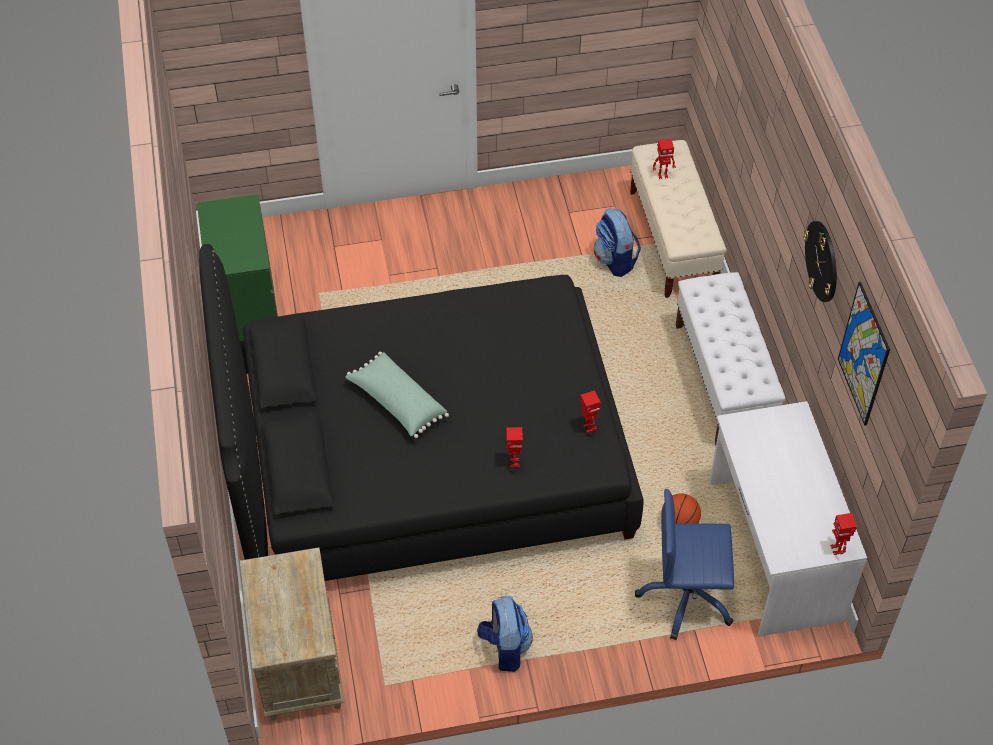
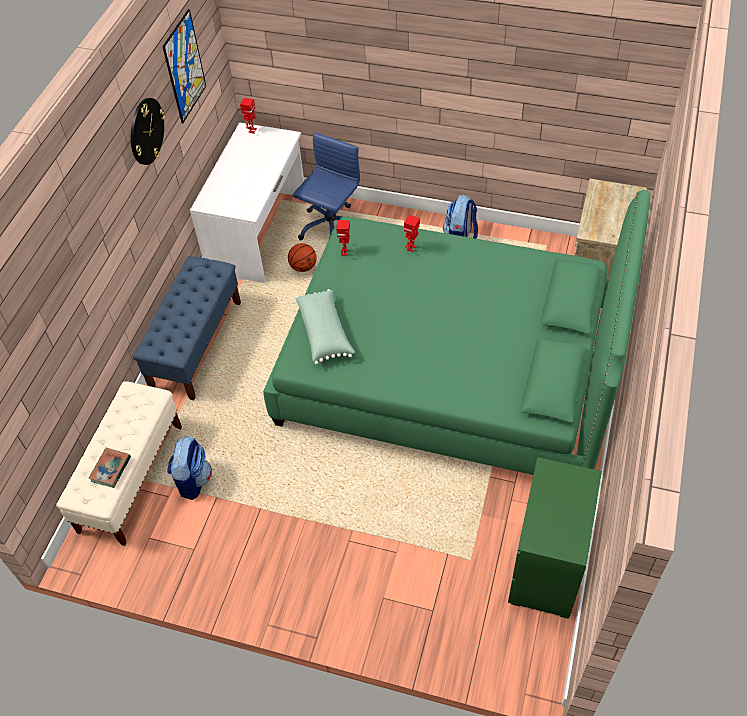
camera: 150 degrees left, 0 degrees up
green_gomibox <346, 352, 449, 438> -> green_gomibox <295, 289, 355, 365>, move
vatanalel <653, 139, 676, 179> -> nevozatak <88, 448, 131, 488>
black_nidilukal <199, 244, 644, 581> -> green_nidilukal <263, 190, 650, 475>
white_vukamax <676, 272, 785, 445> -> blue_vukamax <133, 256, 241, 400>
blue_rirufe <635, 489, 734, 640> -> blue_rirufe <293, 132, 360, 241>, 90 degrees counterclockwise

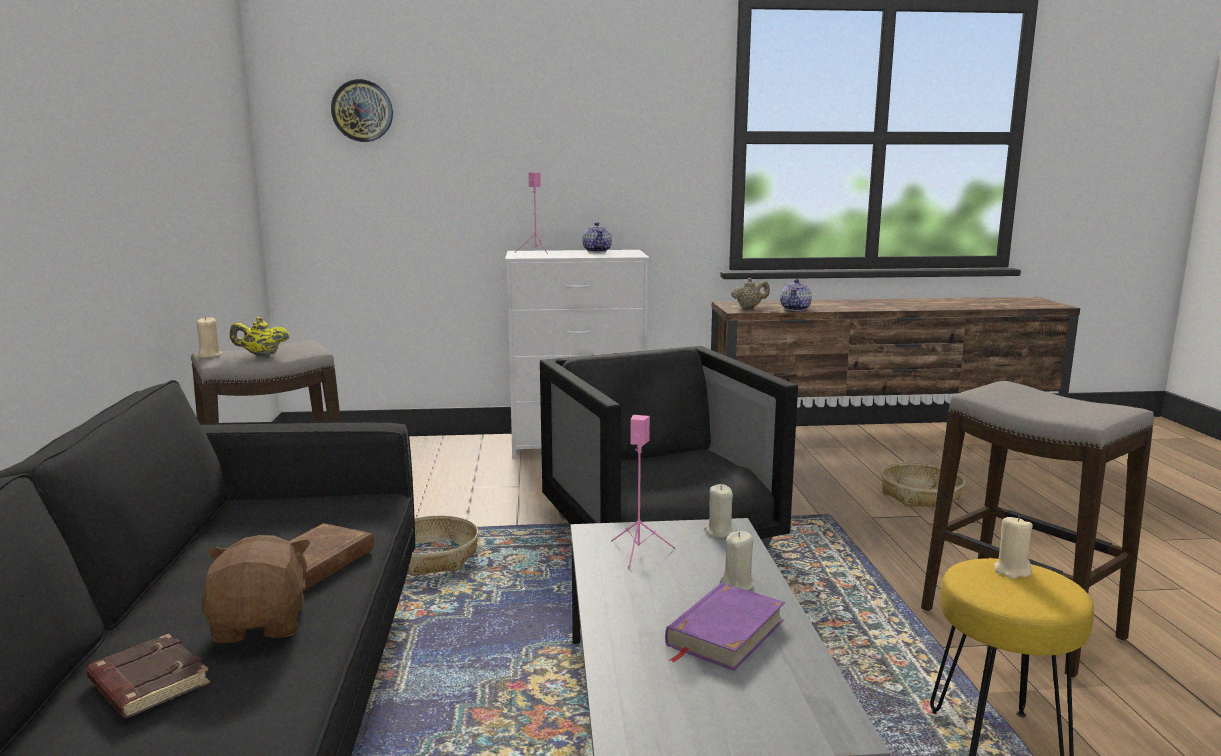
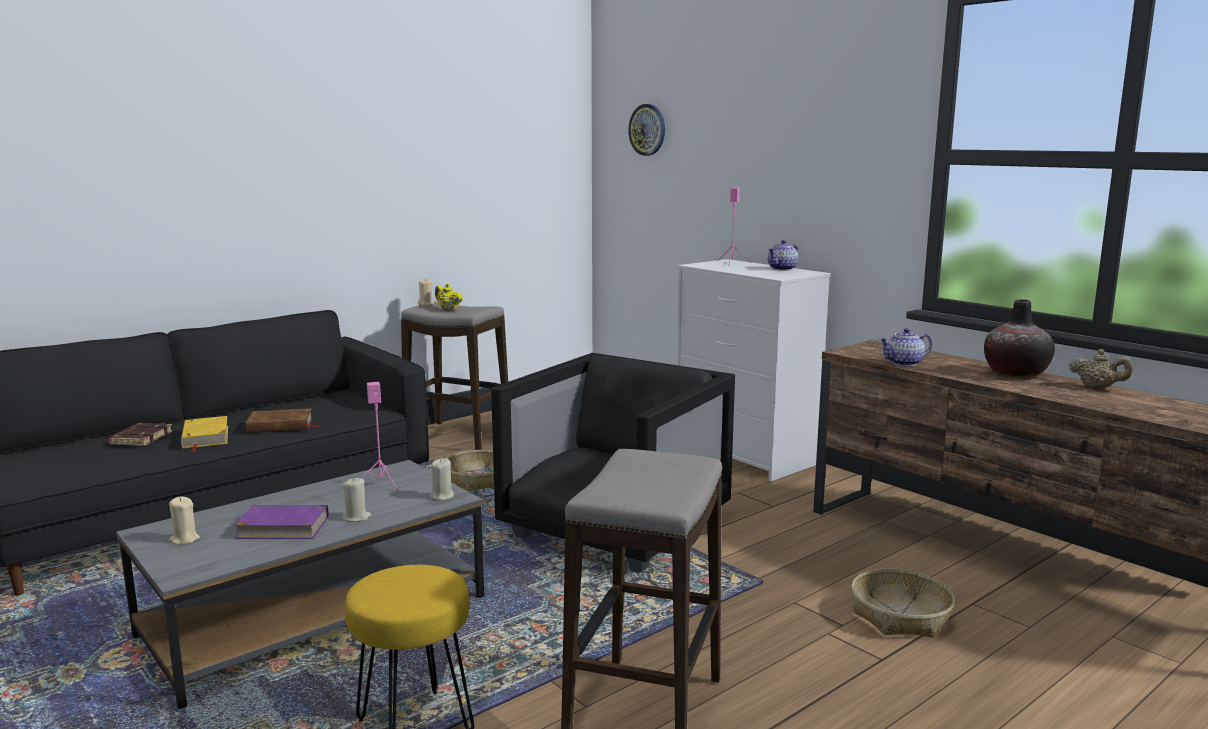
camera: 55 degrees right, 0 degrees up
none -> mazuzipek <984, 299, 1055, 378>
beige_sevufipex <731, 278, 770, 308> -> beige_sevufipex <1069, 349, 1133, 389>, move
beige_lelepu <994, 516, 1033, 579> -> beige_lelepu <169, 496, 200, 545>, move
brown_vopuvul <201, 535, 310, 644> -> yellow_nevozatak <181, 416, 228, 451>

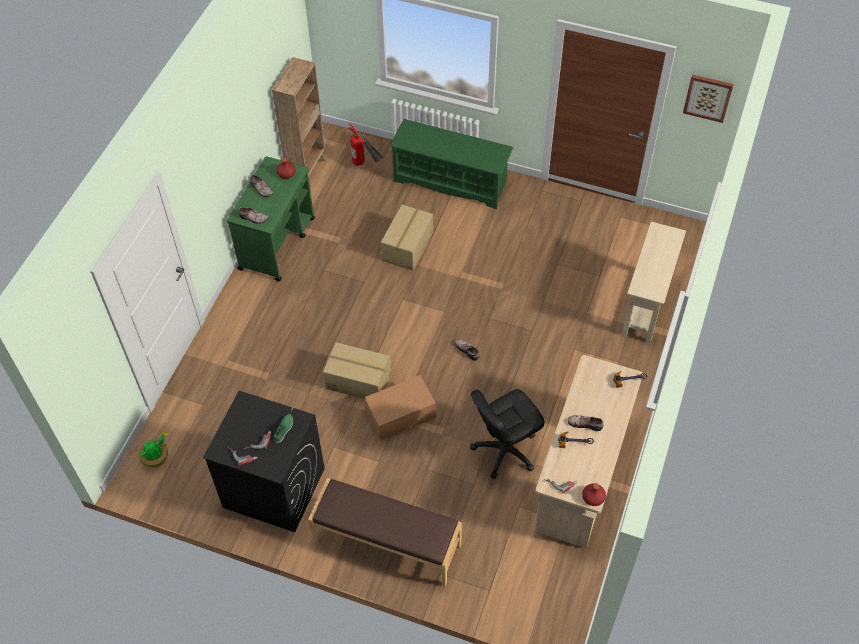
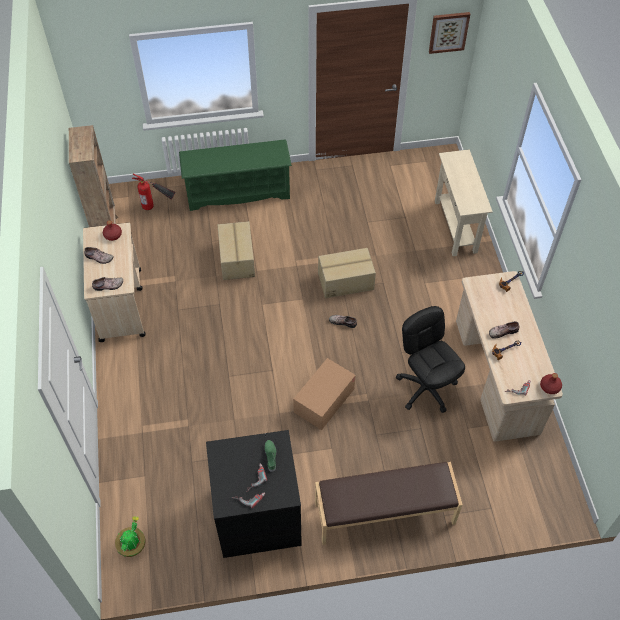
camera: 30 degrees left, 0 degrees up
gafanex <323, 342, 391, 399> -> gafanex <318, 248, 376, 298>, move
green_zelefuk <227, 156, 315, 281> -> beige_zelefuk <83, 223, 146, 342>
black_rirufe <470, 389, 544, 479> -> black_rirufe <396, 306, 465, 413>, 120 degrees clockwise

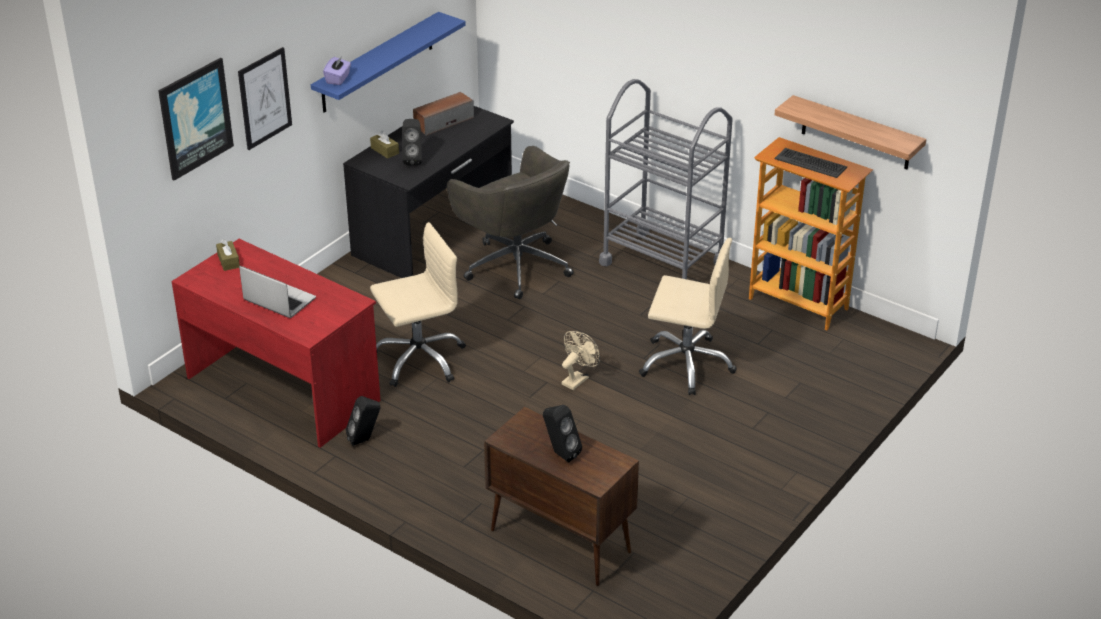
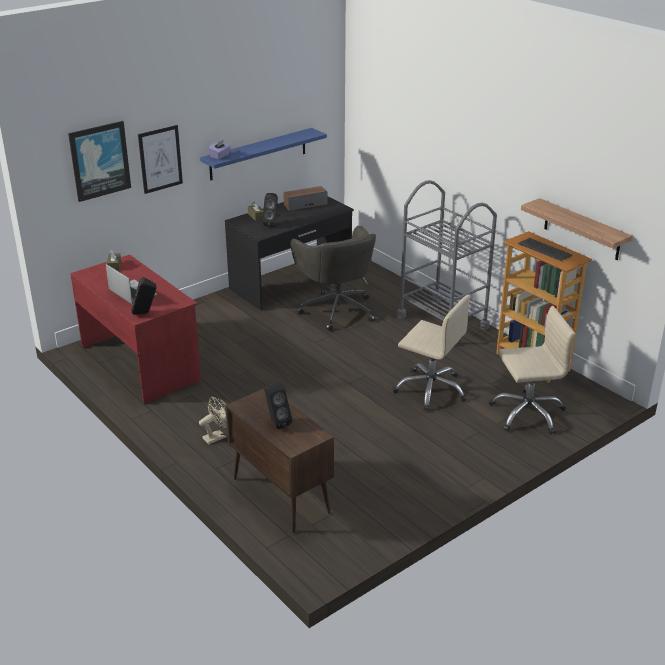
camera: 15 degrees right, 5 degrees down
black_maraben <346, 396, 380, 446> -> black_maraben <131, 277, 157, 315>, move
beige_rirufe <370, 222, 466, 387> -> beige_rirufe <489, 306, 575, 434>, move
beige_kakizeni <562, 331, 600, 390> -> beige_kakizeni <199, 397, 227, 445>, move

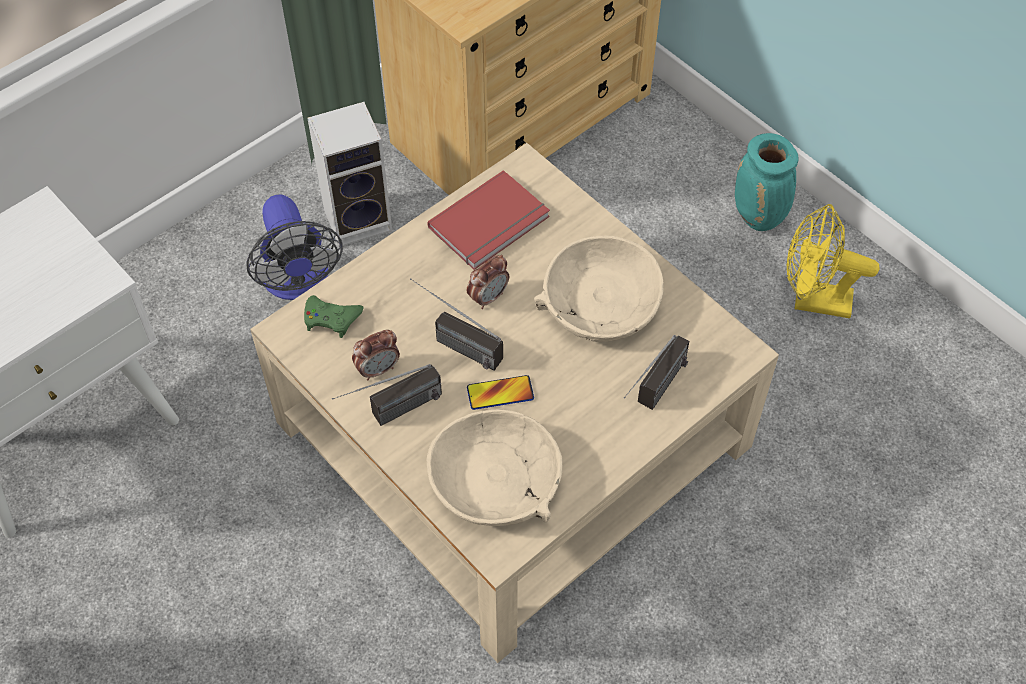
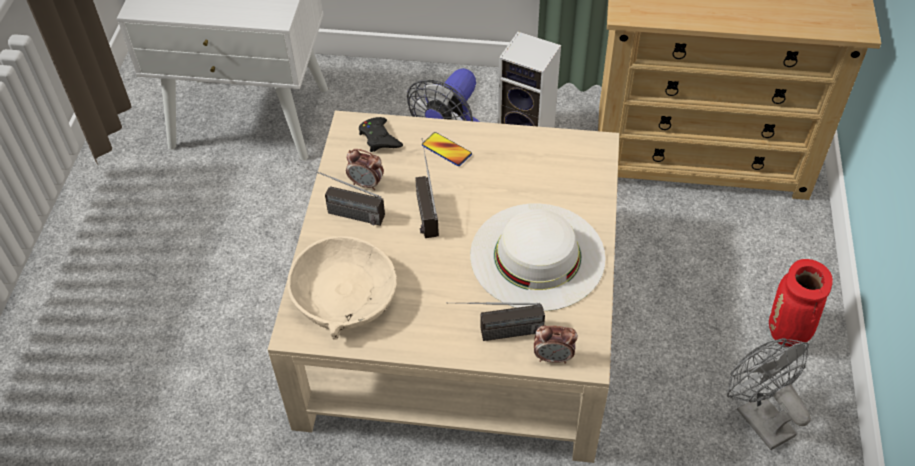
camera: 50 degrees right, 5 degrees down
red_nevozatak <427, 170, 550, 270> -> none
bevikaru <467, 255, 509, 309> -> bevikaru <534, 326, 578, 364>, move
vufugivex <467, 375, 534, 410> -> vufugivex <422, 132, 472, 166>, move
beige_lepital <534, 235, 664, 342> -> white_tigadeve <470, 203, 606, 311>
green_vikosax <304, 295, 363, 338> -> black_vikosax <359, 117, 403, 152>
turquoise_mazuzipek <735, 133, 799, 231> -> red_mazuzipek <769, 259, 833, 347>
yellow_kakizeni <787, 204, 880, 318> -> grey_kakizeni <727, 338, 811, 450>

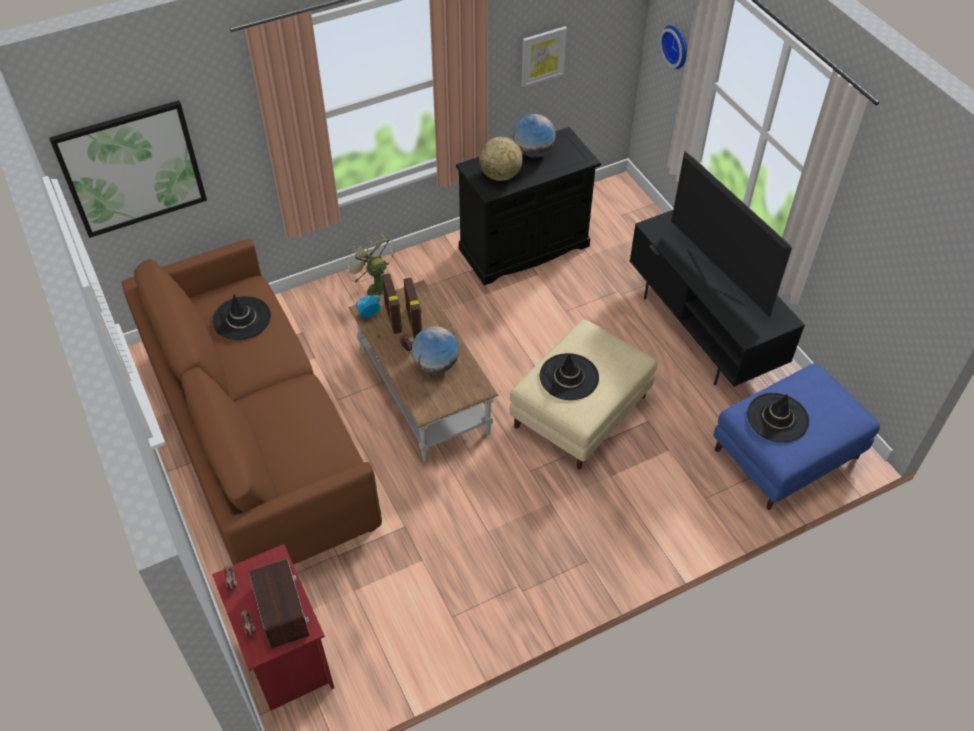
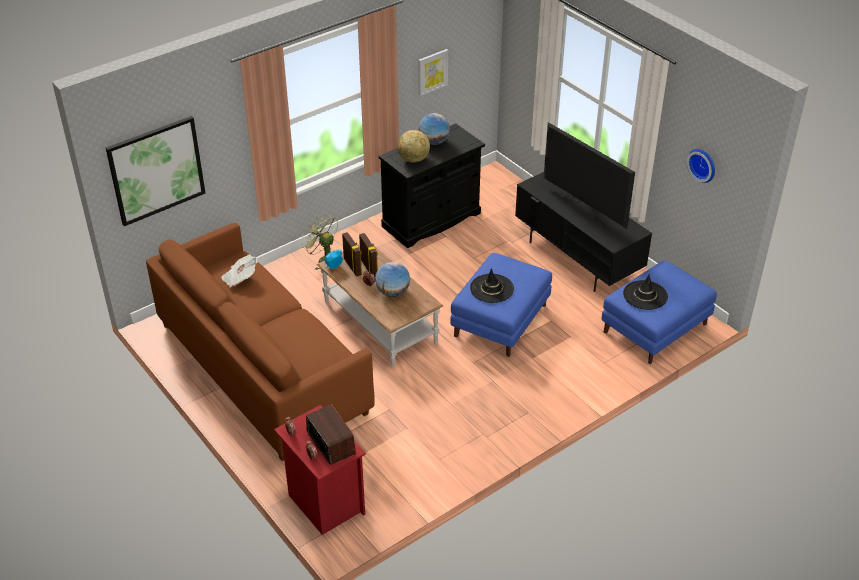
camera: 10 degrees left, 10 degrees down
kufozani <659, 25, 687, 69> -> kufozani <687, 149, 715, 183>, move
black_tigadeve <212, 294, 271, 340> -> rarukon <221, 255, 258, 287>
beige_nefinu <510, 320, 657, 470> -> blue_nefinu <450, 253, 552, 357>

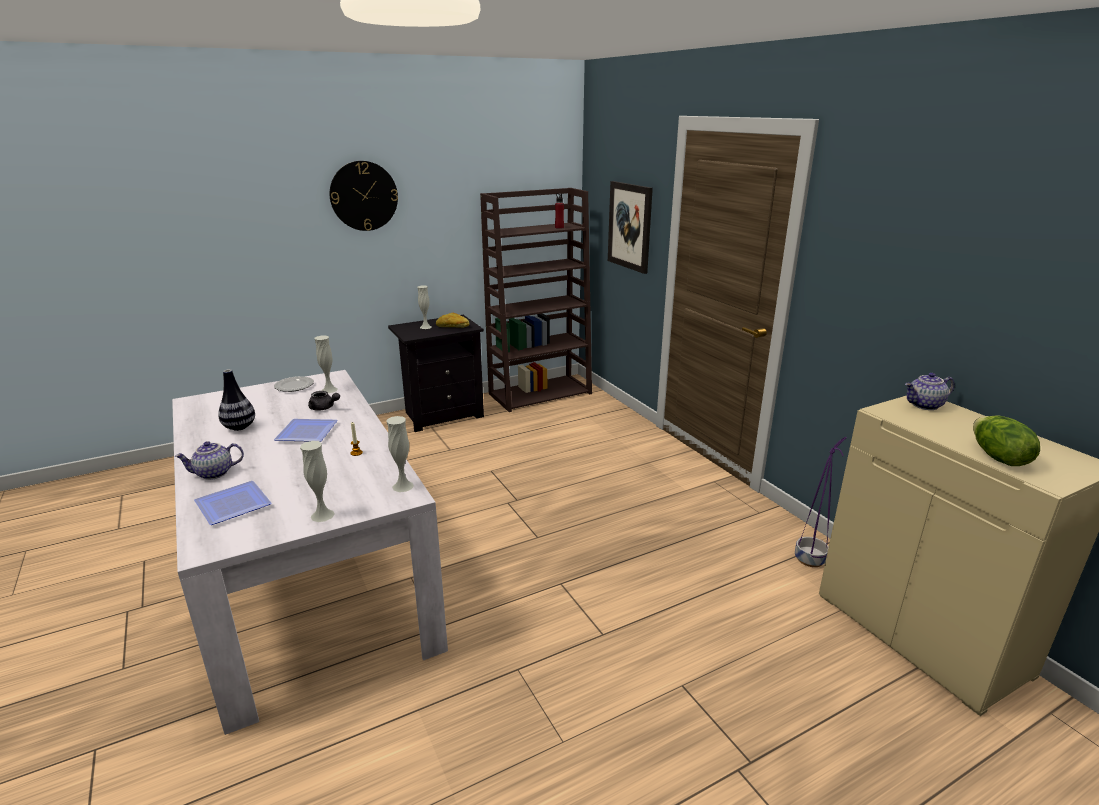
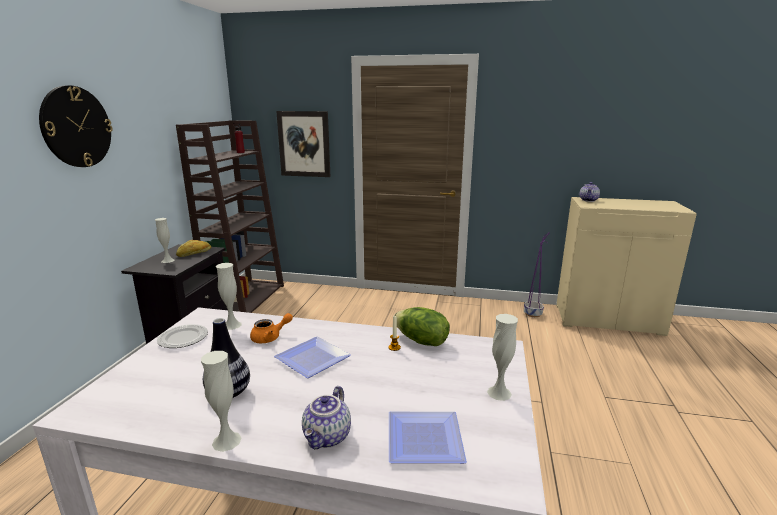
camera: 50 degrees left, 5 degrees down
white_mazuzipek <386, 416, 414, 492> -> white_mazuzipek <201, 351, 242, 452>, move
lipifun <973, 415, 1040, 466> -> lipifun <394, 307, 450, 346>, move
grey_sevufipex <308, 391, 340, 411> -> orange_sevufipex <250, 313, 293, 343>

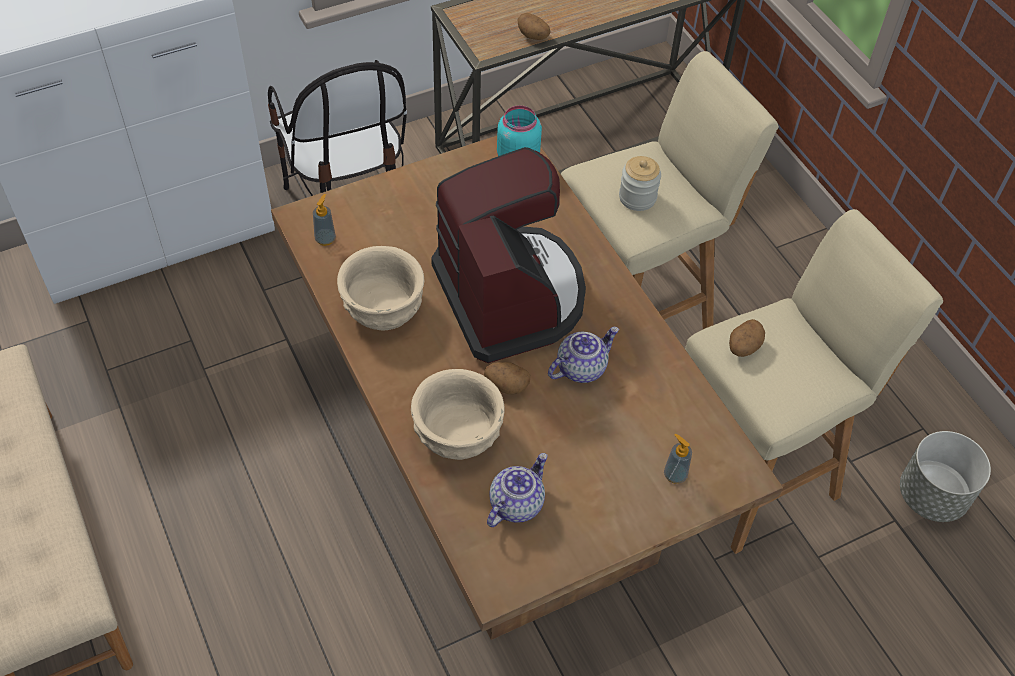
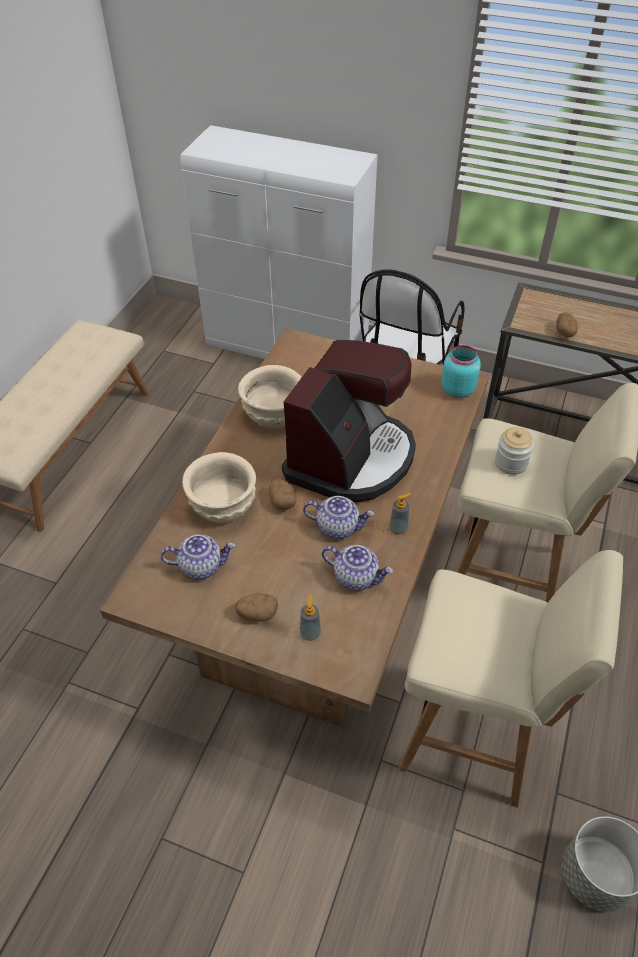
camera: 50 degrees right, 5 degrees down
none -> sevufipex <322, 545, 393, 591>
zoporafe <313, 194, 336, 246> -> zoporafe <389, 493, 412, 534>, move
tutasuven <729, 319, 765, 357> -> tutasuven <235, 593, 278, 622>, move

